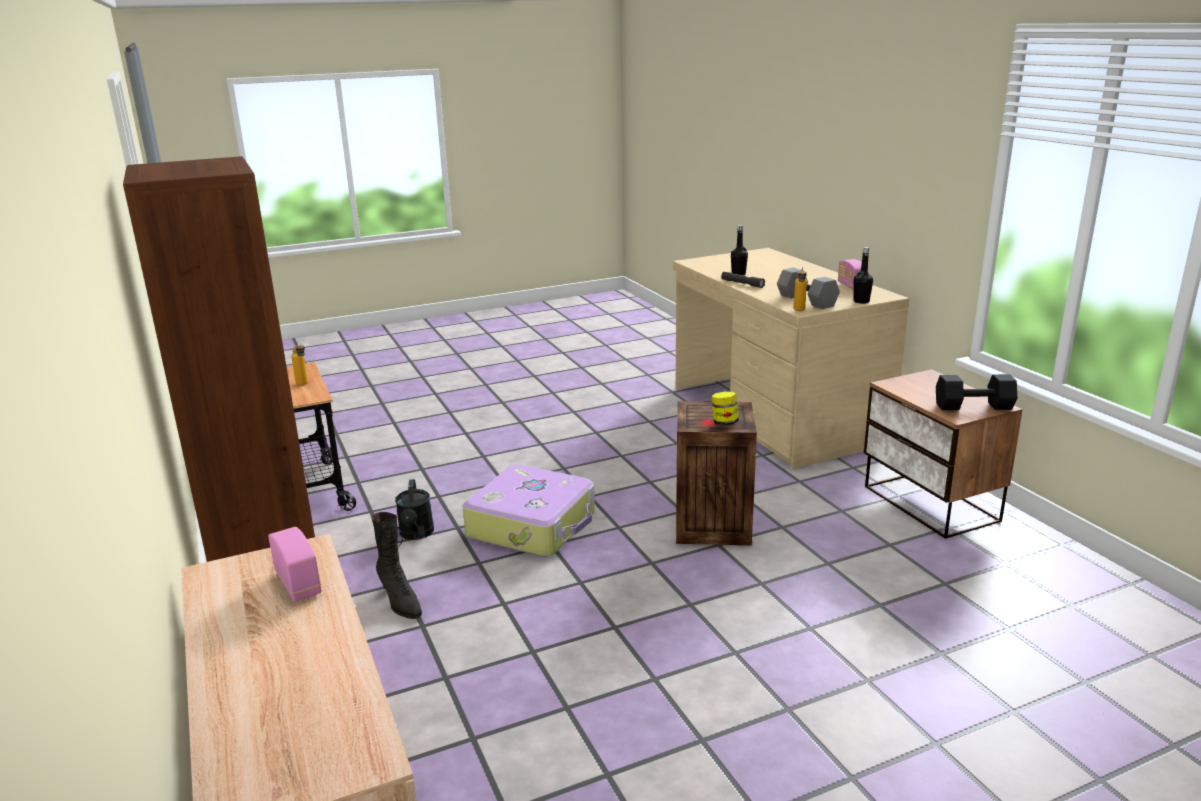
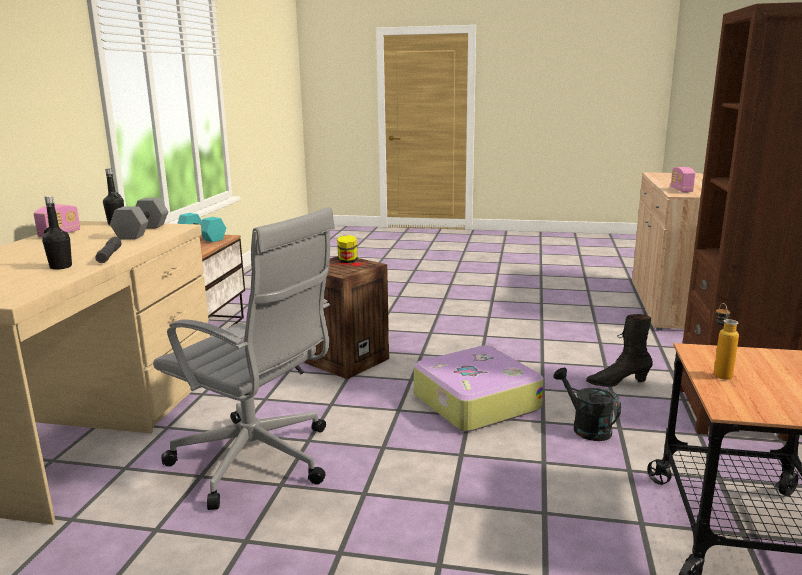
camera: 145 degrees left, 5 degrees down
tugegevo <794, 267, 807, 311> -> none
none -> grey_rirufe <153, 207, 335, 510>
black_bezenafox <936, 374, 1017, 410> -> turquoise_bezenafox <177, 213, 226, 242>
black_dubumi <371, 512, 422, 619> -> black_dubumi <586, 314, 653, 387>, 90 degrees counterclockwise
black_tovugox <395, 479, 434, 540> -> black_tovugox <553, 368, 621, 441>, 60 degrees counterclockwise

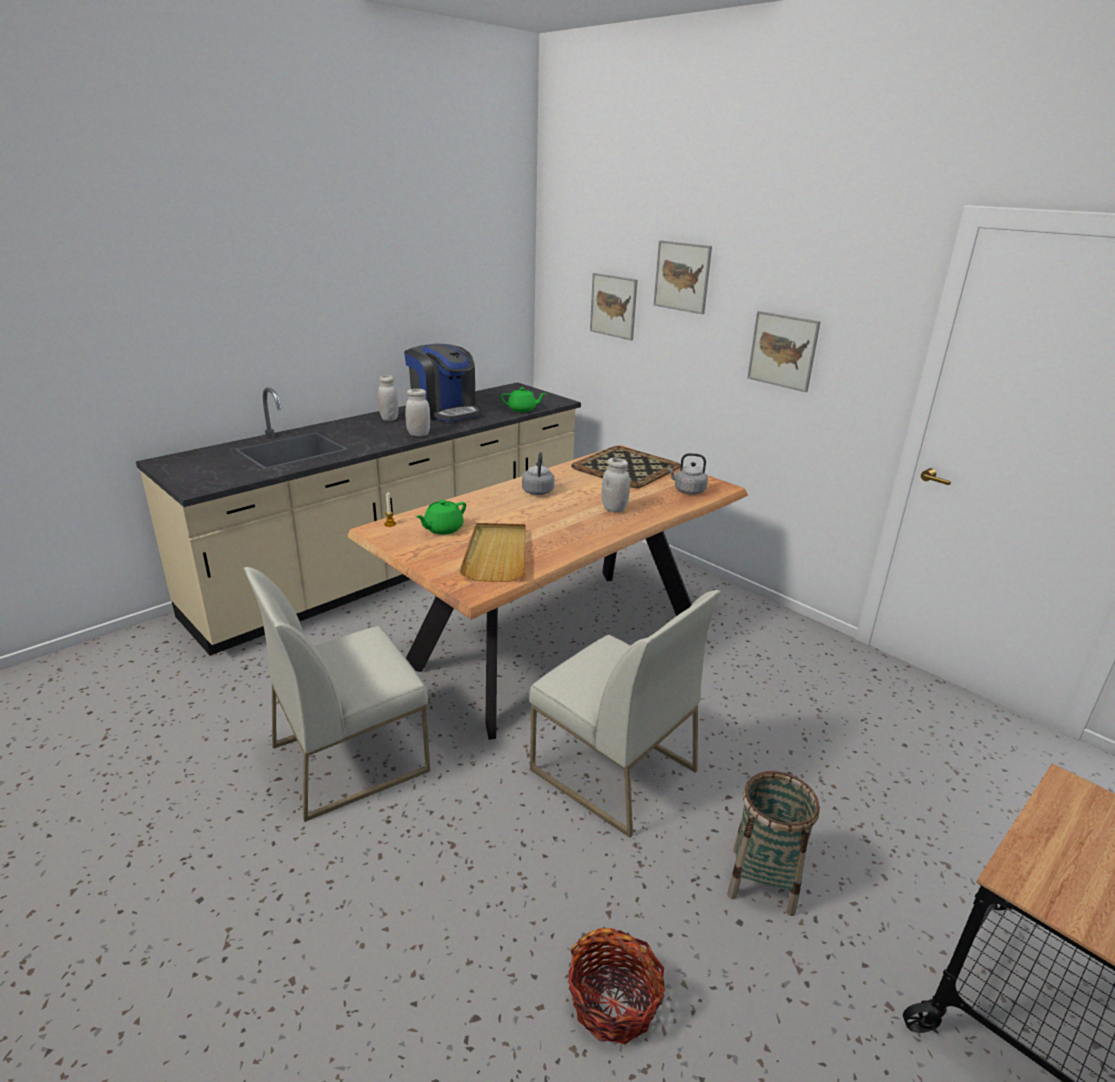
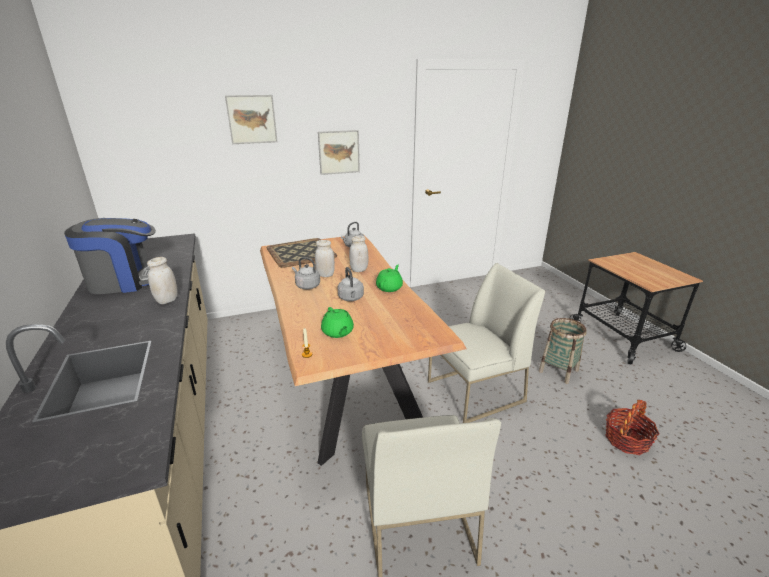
camera: 65 degrees left, 0 degrees up
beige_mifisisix <459, 523, 526, 582> -> none
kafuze <590, 273, 638, 340> -> none
none -> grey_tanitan <338, 267, 364, 301>
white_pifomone <378, 375, 398, 421> -> white_pifomone <315, 240, 335, 277>, move
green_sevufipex <501, 387, 546, 412> -> green_sevufipex <376, 265, 403, 292>, move

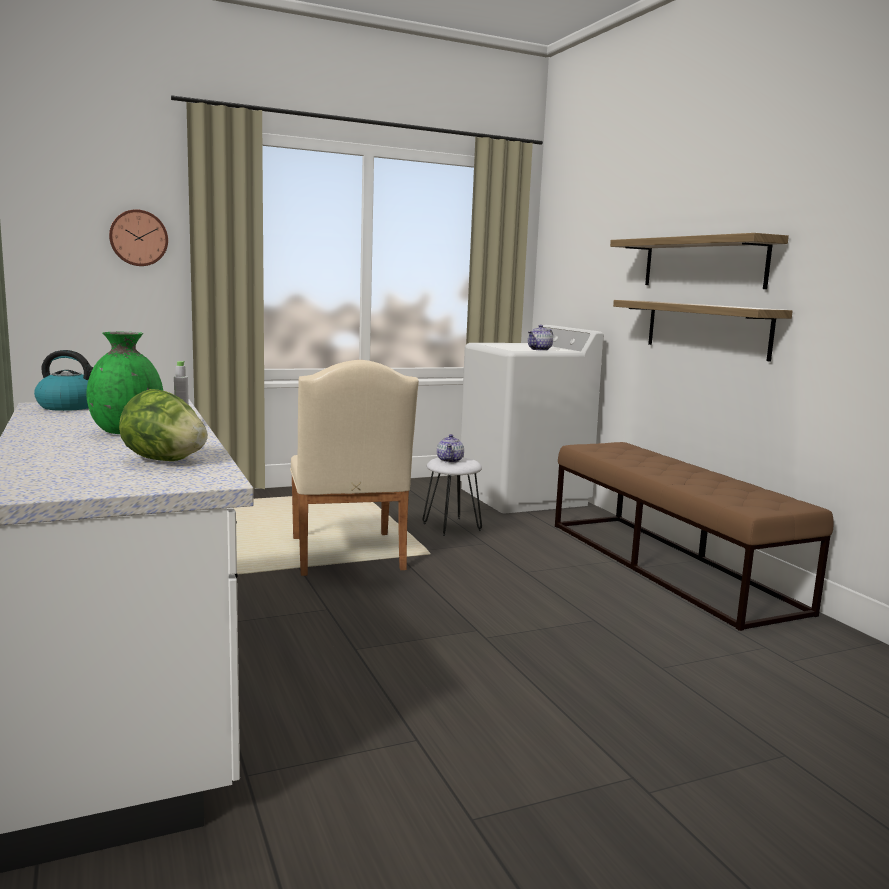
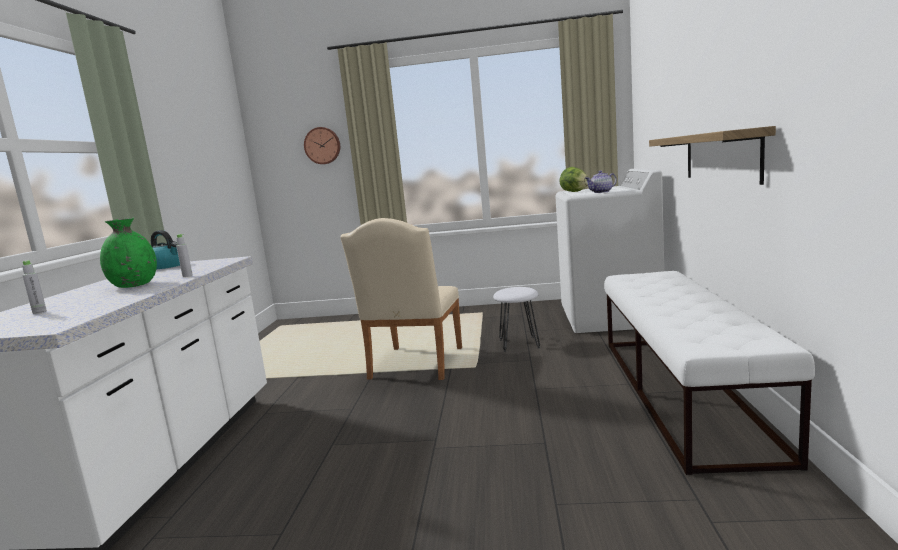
camera: 30 degrees right, 0 degrees up
sevufipex <437, 434, 464, 463> -> none
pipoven <610, 233, 789, 289> -> none
none -> grey_tugegevo <22, 260, 47, 314>
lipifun <119, 389, 208, 461> -> lipifun <559, 167, 588, 192>, move
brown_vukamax <555, 442, 834, 631> -> white_vukamax <604, 271, 815, 475>

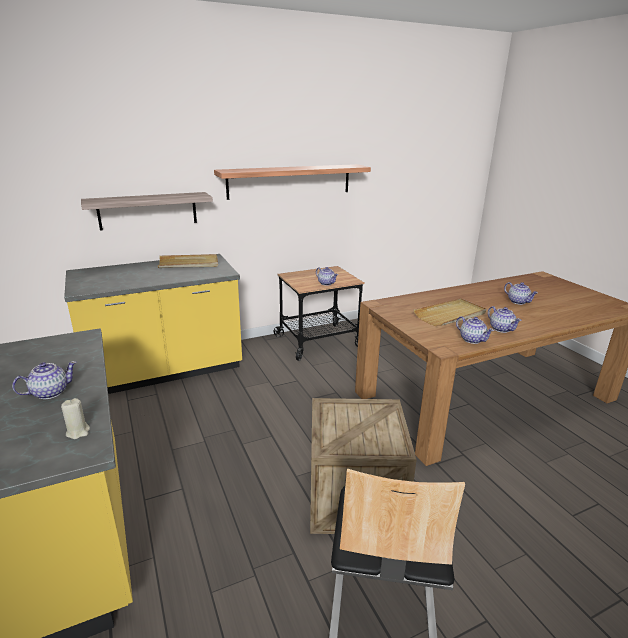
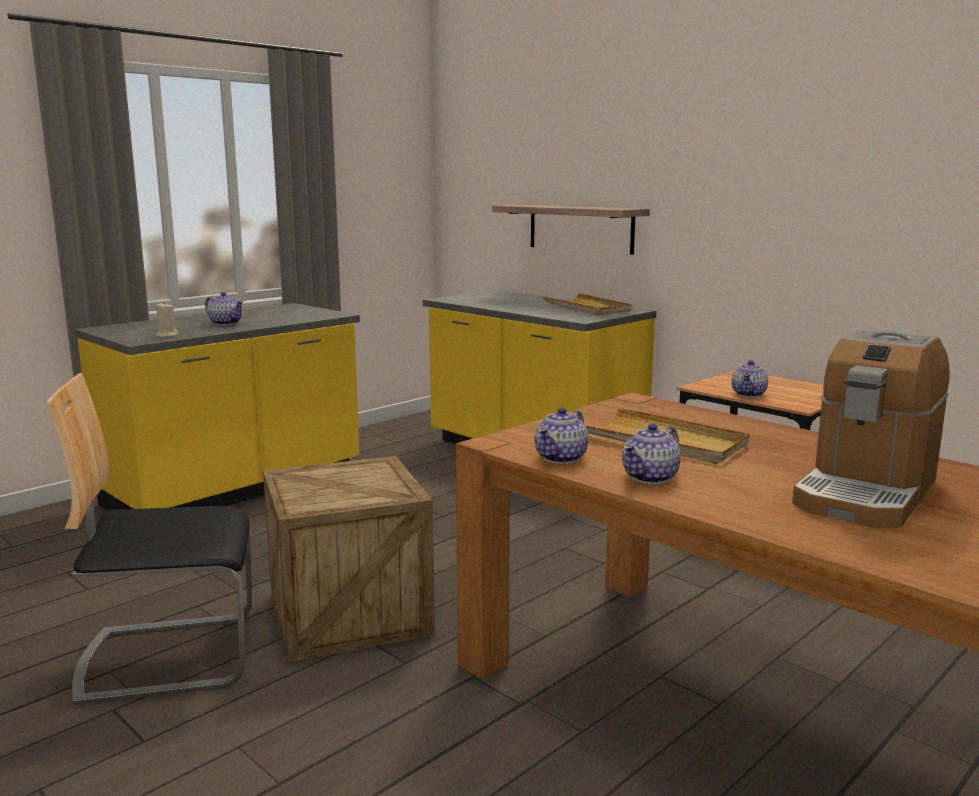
camera: 70 degrees right, 10 degrees down
pipoven <214, 164, 371, 200> -> none
sevufipex <504, 282, 538, 305> -> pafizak <792, 329, 950, 528>

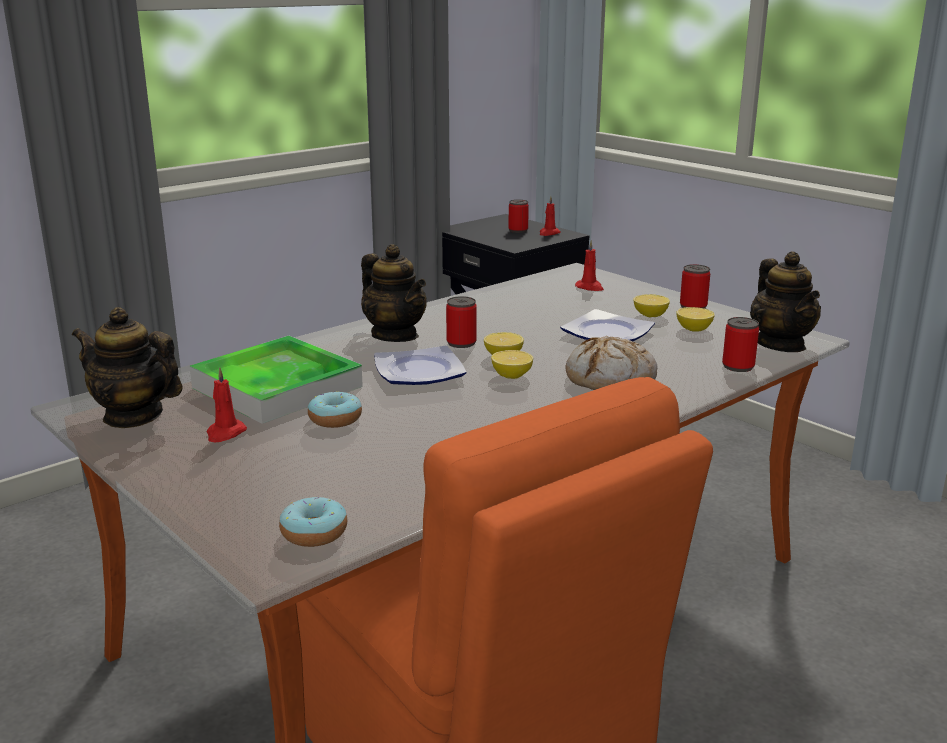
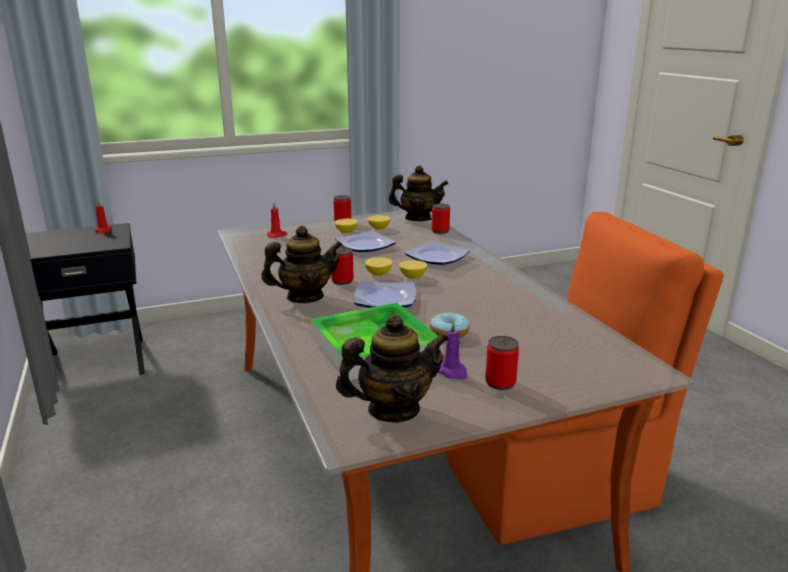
camera: 70 degrees left, 0 degrees up
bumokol <279, 497, 347, 547> -> none
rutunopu <508, 200, 529, 233> -> rutunopu <485, 336, 519, 390>, move
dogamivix <565, 336, 658, 390> -> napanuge <404, 241, 470, 265>
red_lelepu <207, 367, 247, 442> -> purple_lelepu <438, 321, 467, 379>
sevufipex <72, 307, 183, 428> -> sevufipex <336, 314, 449, 423>, 150 degrees counterclockwise

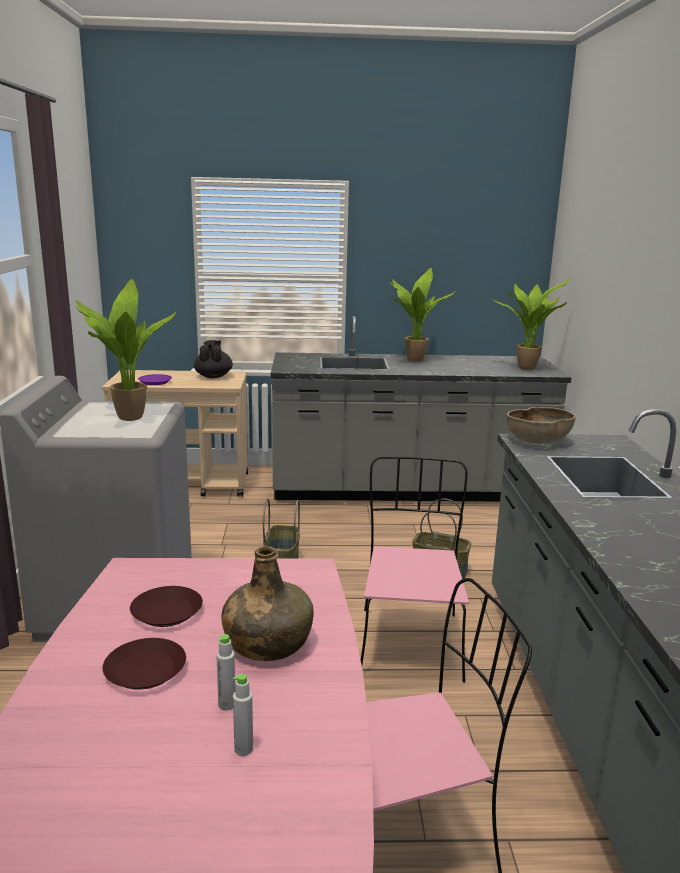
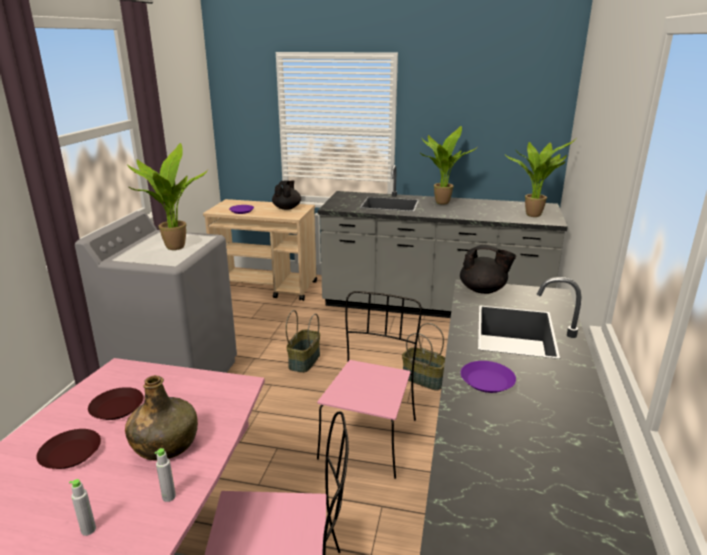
camera: 15 degrees right, 5 degrees up
none -> purple_napanuge <461, 361, 516, 393>
grey_tugegevo <216, 634, 235, 711> -> grey_tugegevo <155, 448, 176, 502>, move
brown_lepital <507, 407, 576, 444> -> black_sevufipex <460, 245, 516, 294>

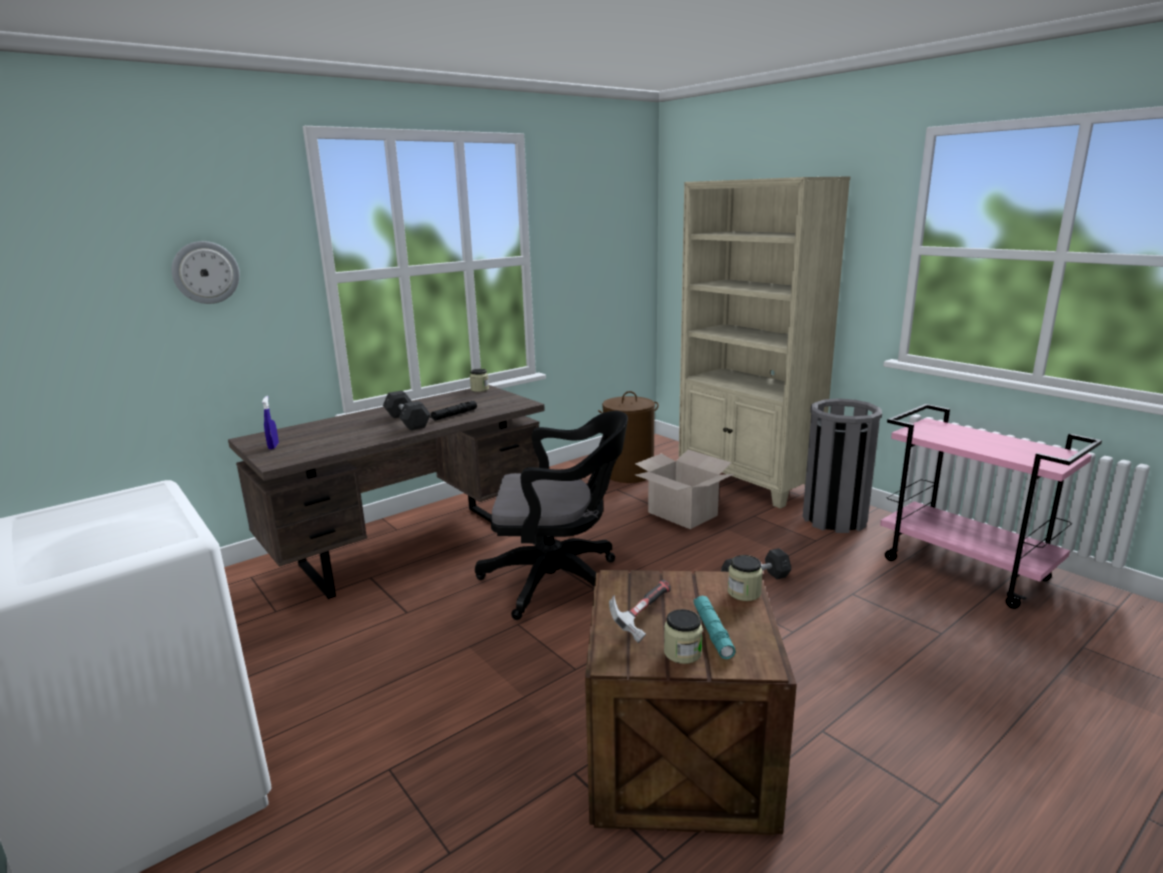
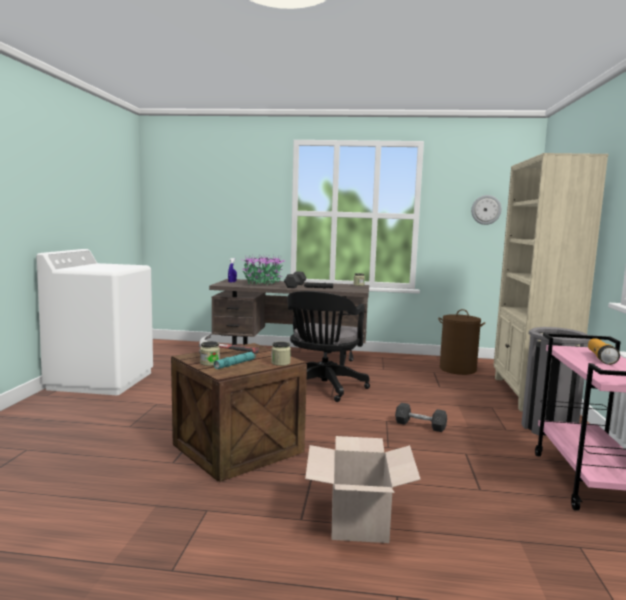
camera: 45 degrees right, 10 degrees down
none -> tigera <241, 255, 285, 285>
none -> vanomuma <588, 338, 620, 365>
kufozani <172, 241, 240, 304> -> kufozani <471, 195, 502, 225>, move
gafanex <635, 450, 734, 529> -> gafanex <305, 436, 421, 543>, move
black_rirufe <475, 411, 628, 620> -> black_rirufe <287, 291, 370, 402>, 60 degrees clockwise

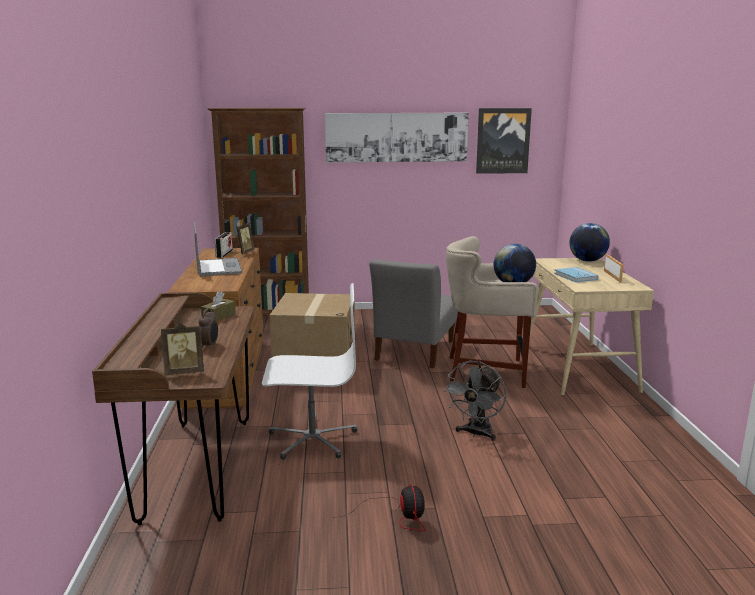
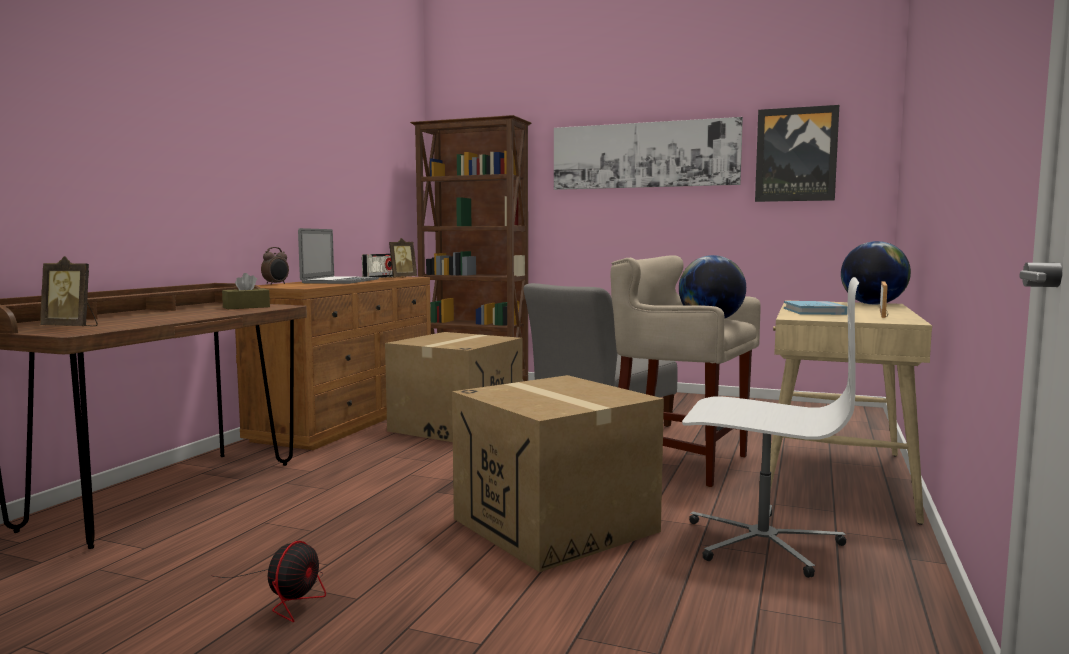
camera: 25 degrees right, 10 degrees down
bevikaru <199, 308, 218, 349> -> bevikaru <261, 247, 289, 285>, move
white_rirufe <262, 283, 357, 460> -> white_rirufe <682, 277, 859, 578>, move
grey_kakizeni <443, 361, 506, 441> -> gafanex <452, 375, 664, 572>

